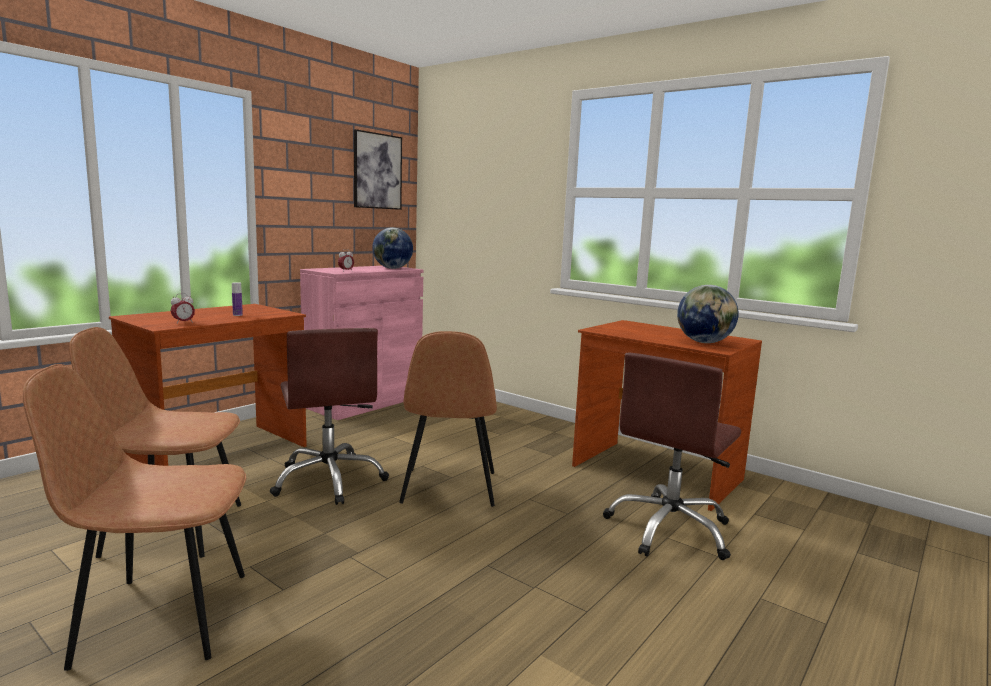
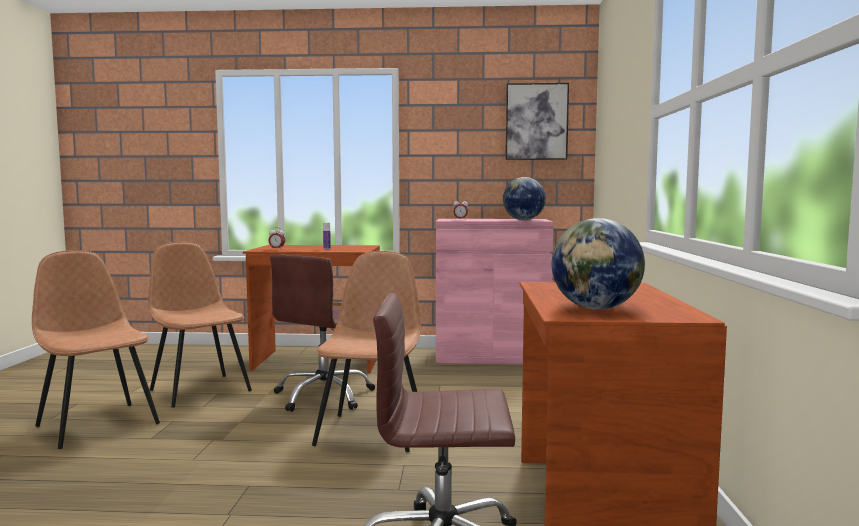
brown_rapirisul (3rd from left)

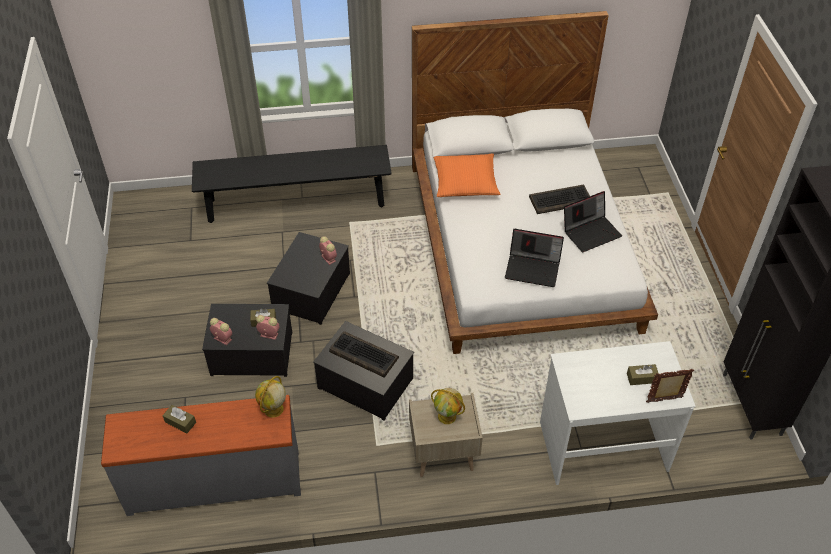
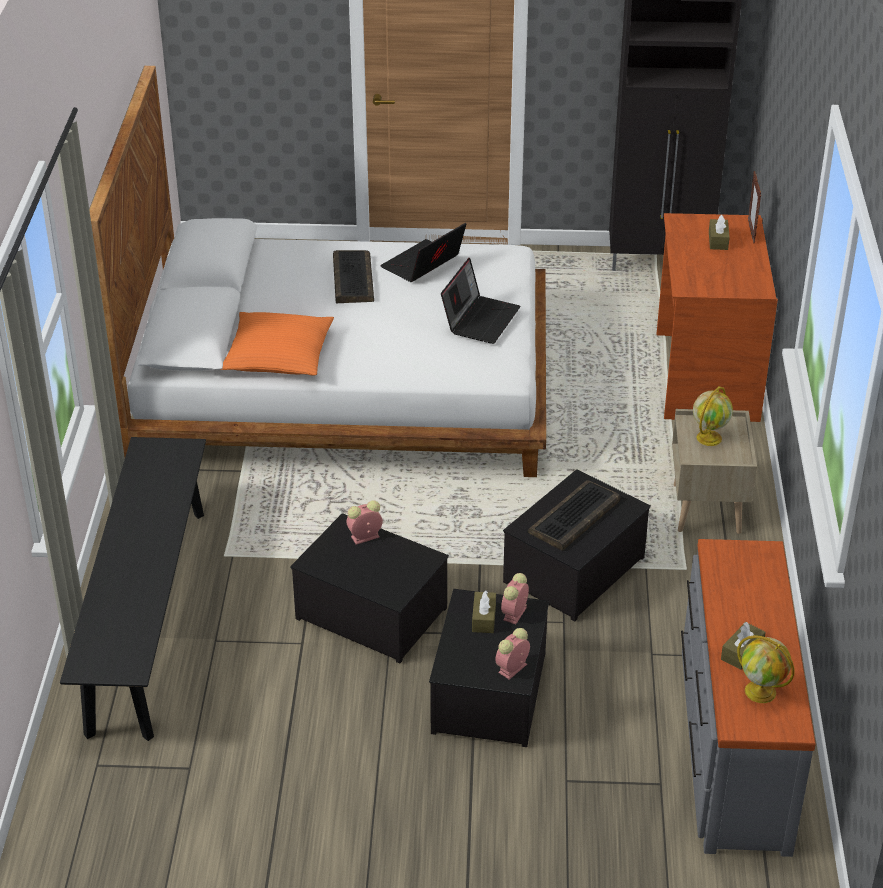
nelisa (2nd from left)
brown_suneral
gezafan (1st from left)

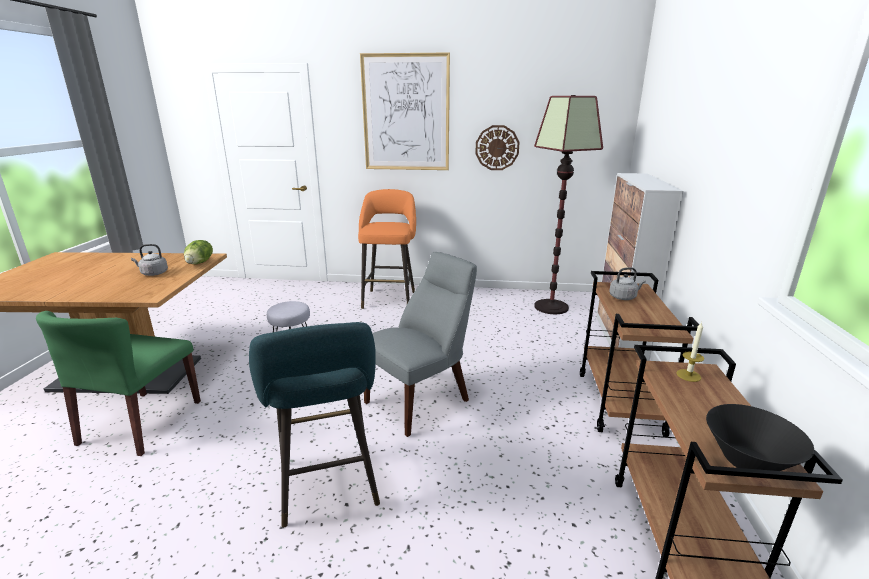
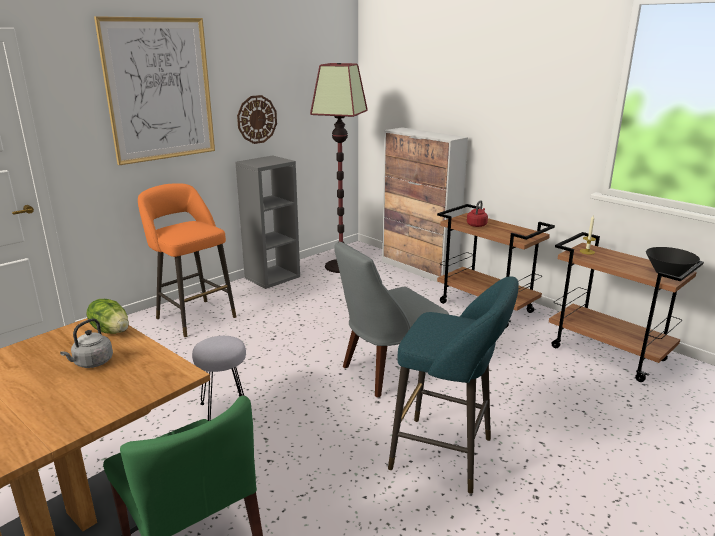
grey_rapirisul
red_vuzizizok
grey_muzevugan

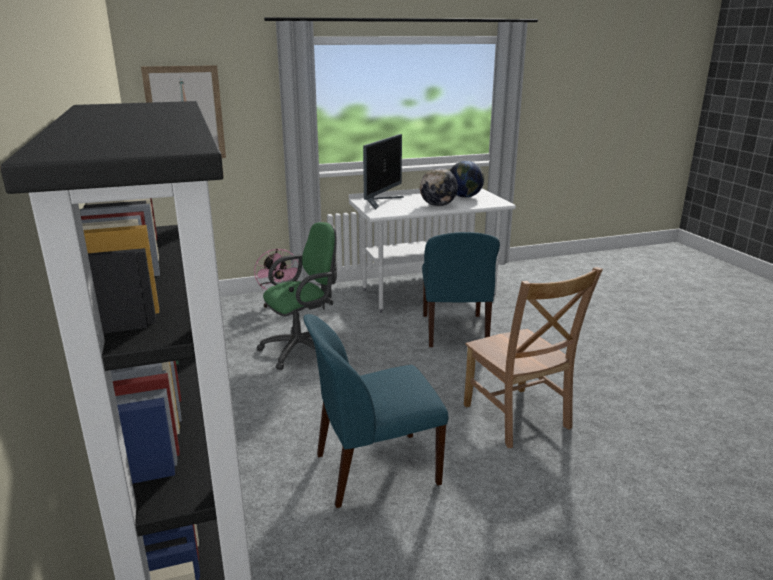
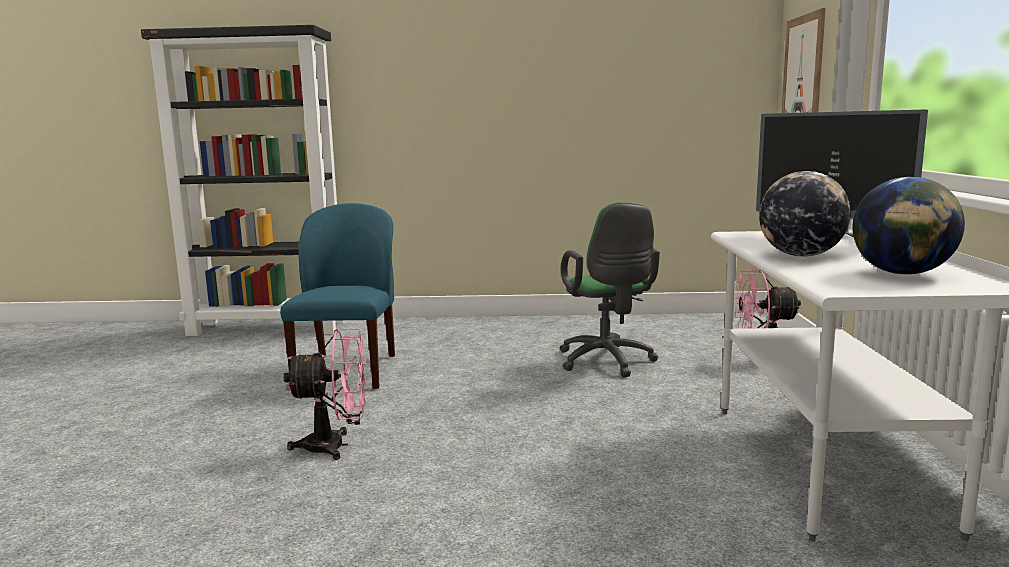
blue_rapirisul (2nd from left in the first image)
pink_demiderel (1st from left)

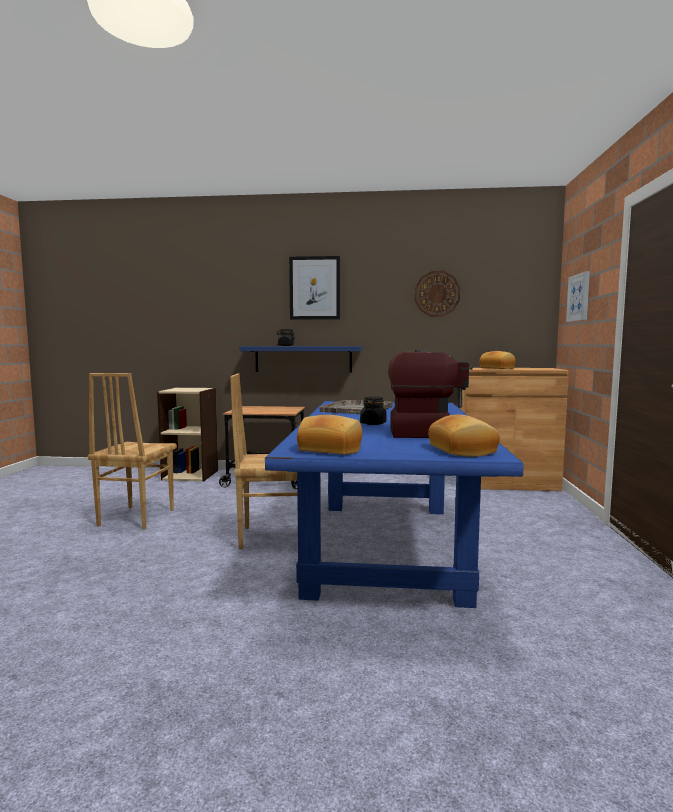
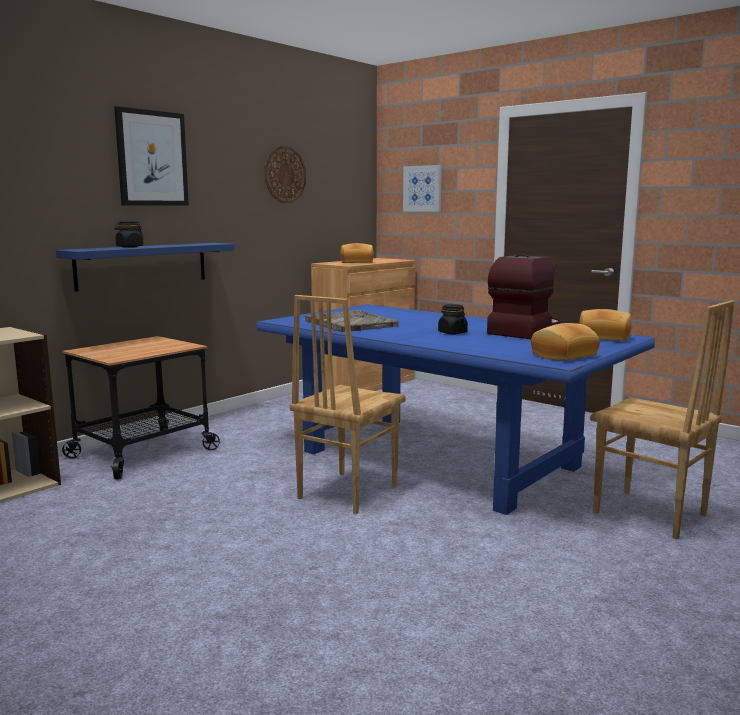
brown_rapirisul (2nd from left)

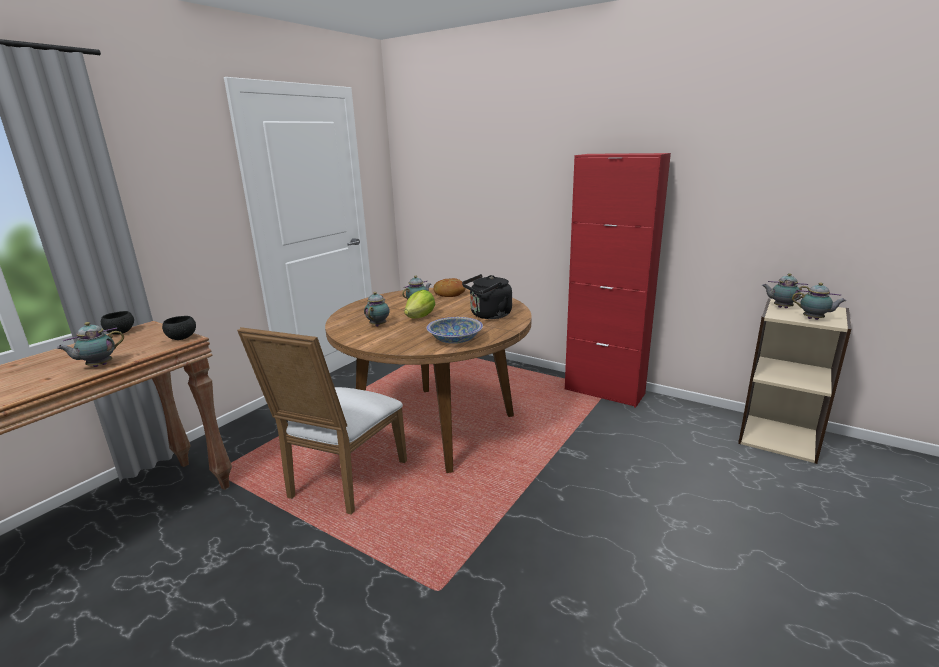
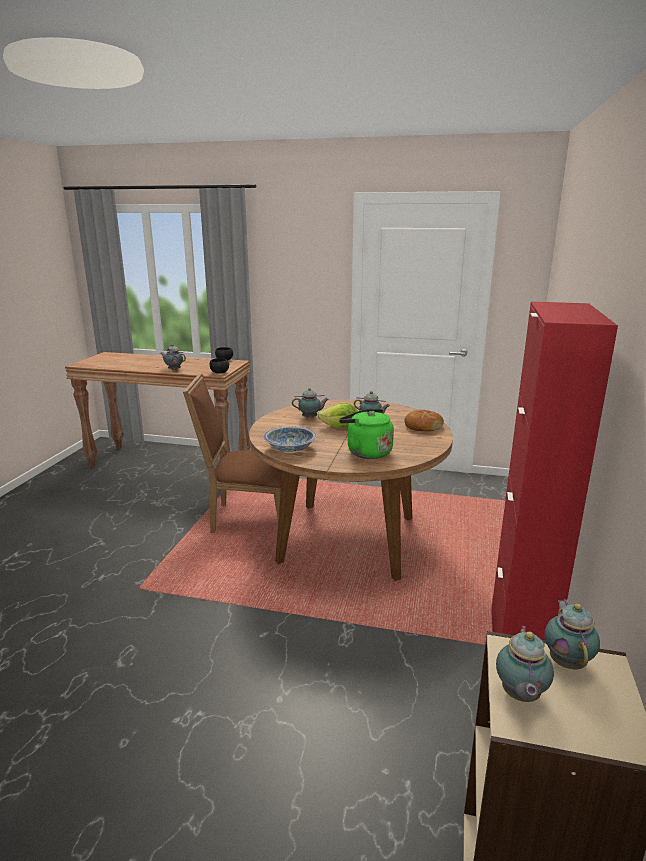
brown_rapirisul
green_vuzizizok

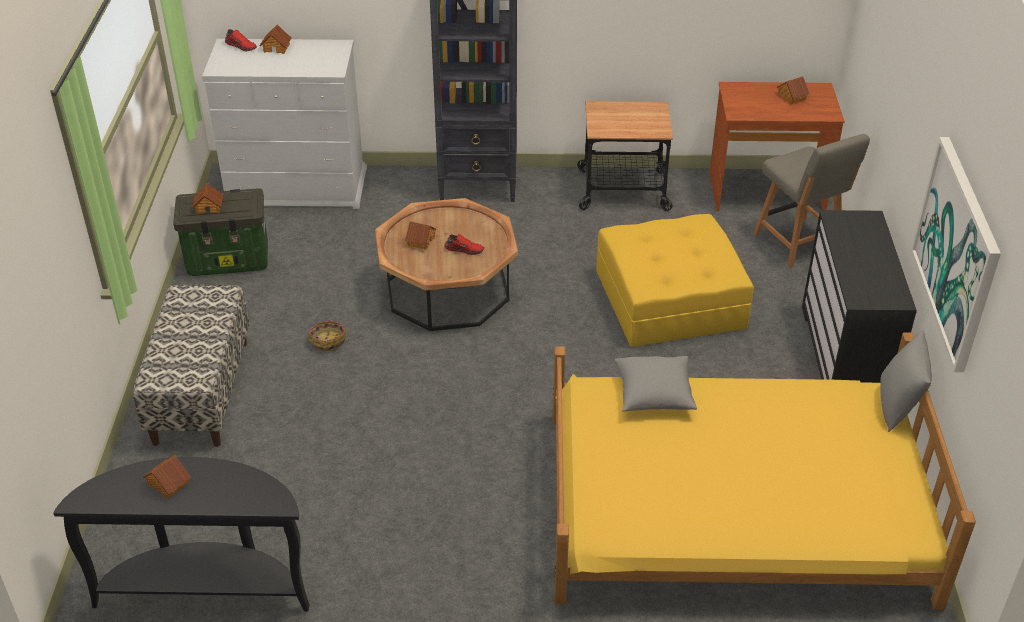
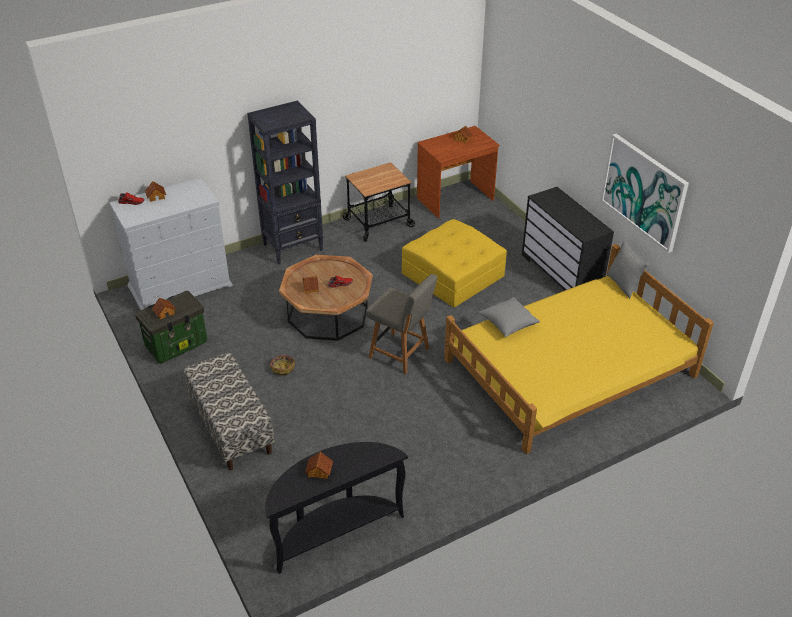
grey_rapirisul

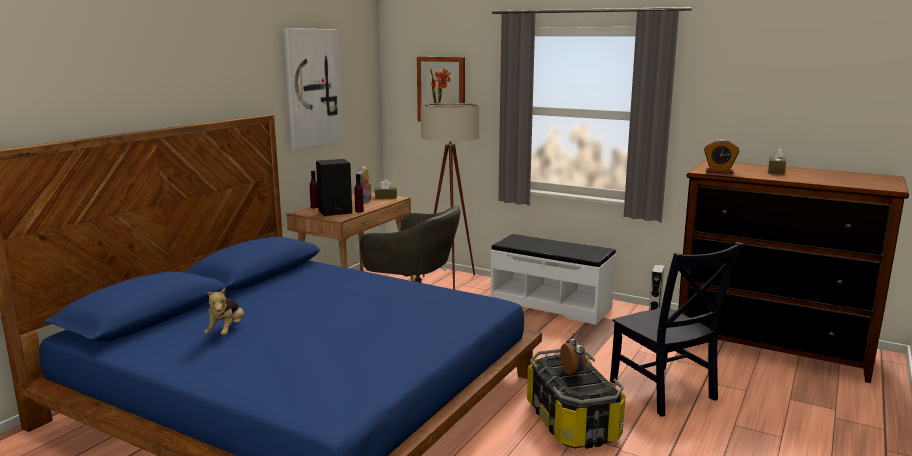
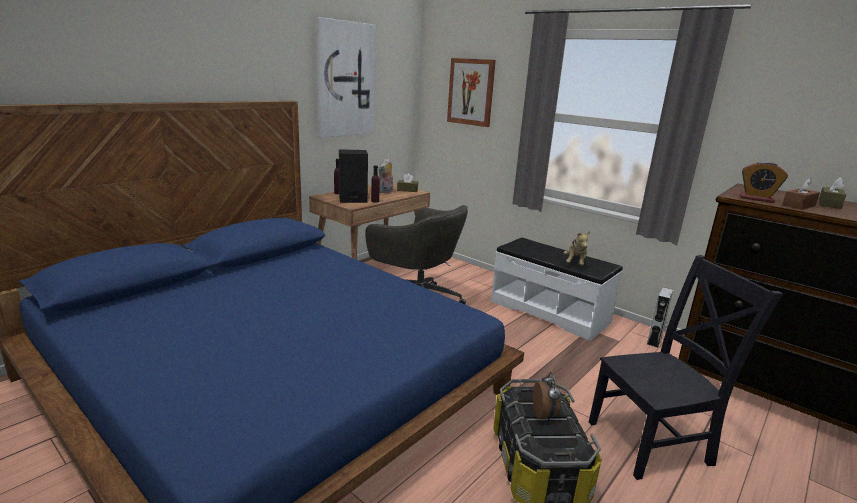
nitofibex (2nd from left)
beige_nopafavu
black_rapirisul
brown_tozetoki (2nd from left)

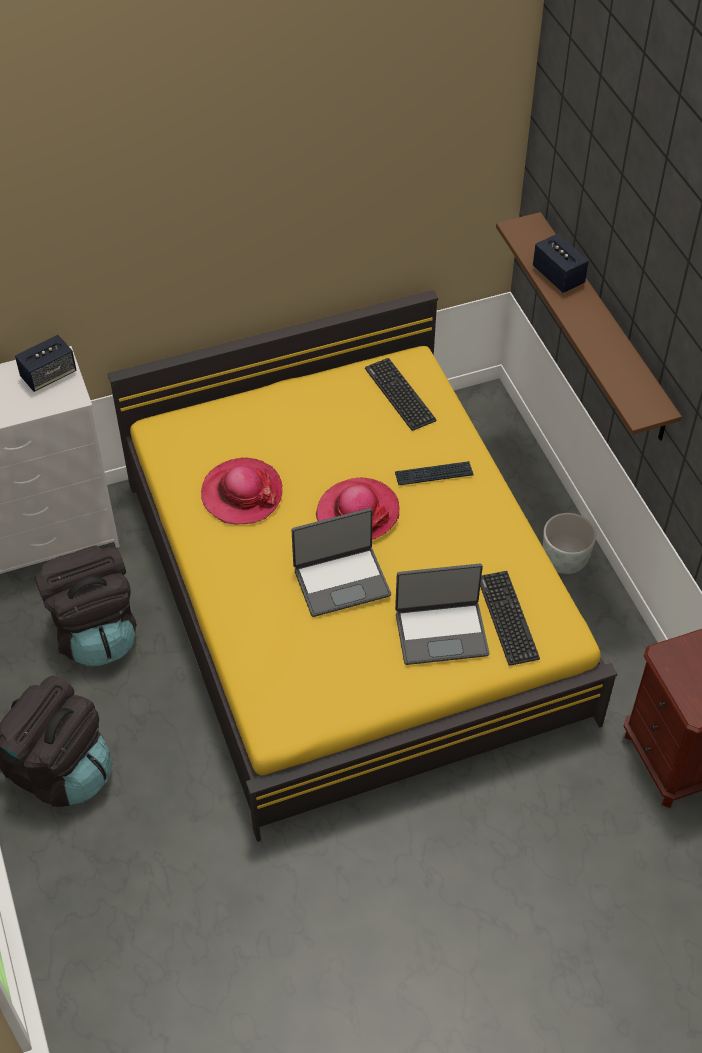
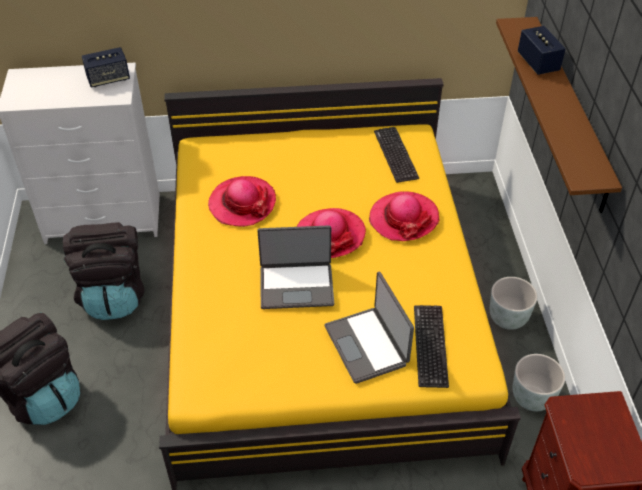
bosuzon (3rd from left)
gezafan (2nd from left)
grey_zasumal (2nd from left)

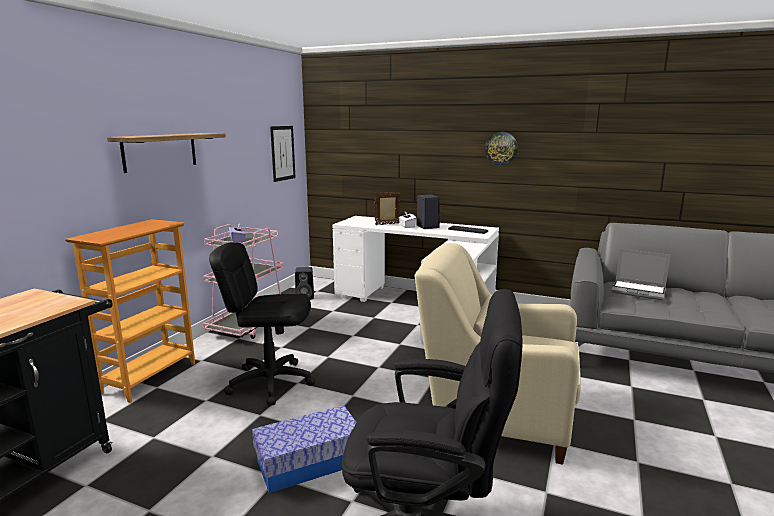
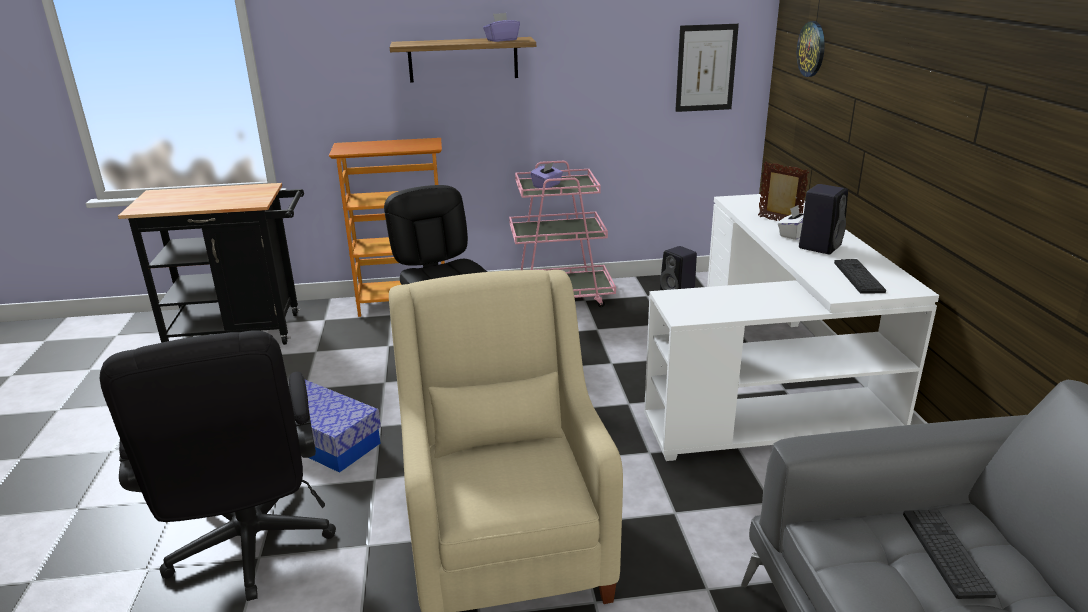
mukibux
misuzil (2nd from left)
purple_tozetoki (1st from left)

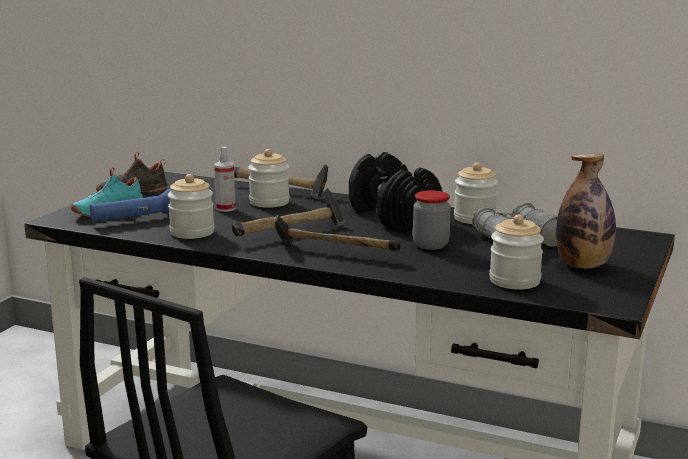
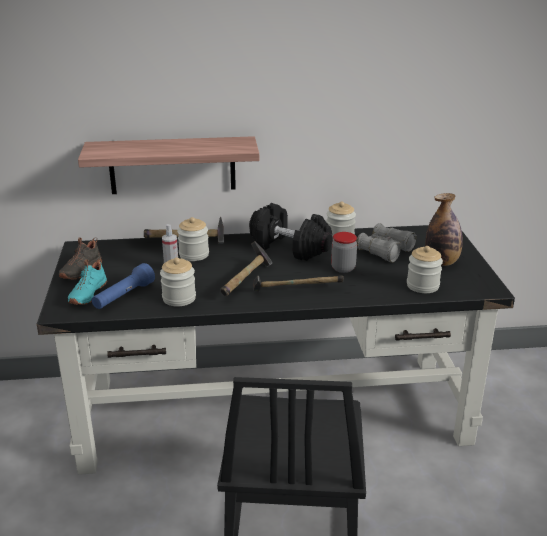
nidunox

